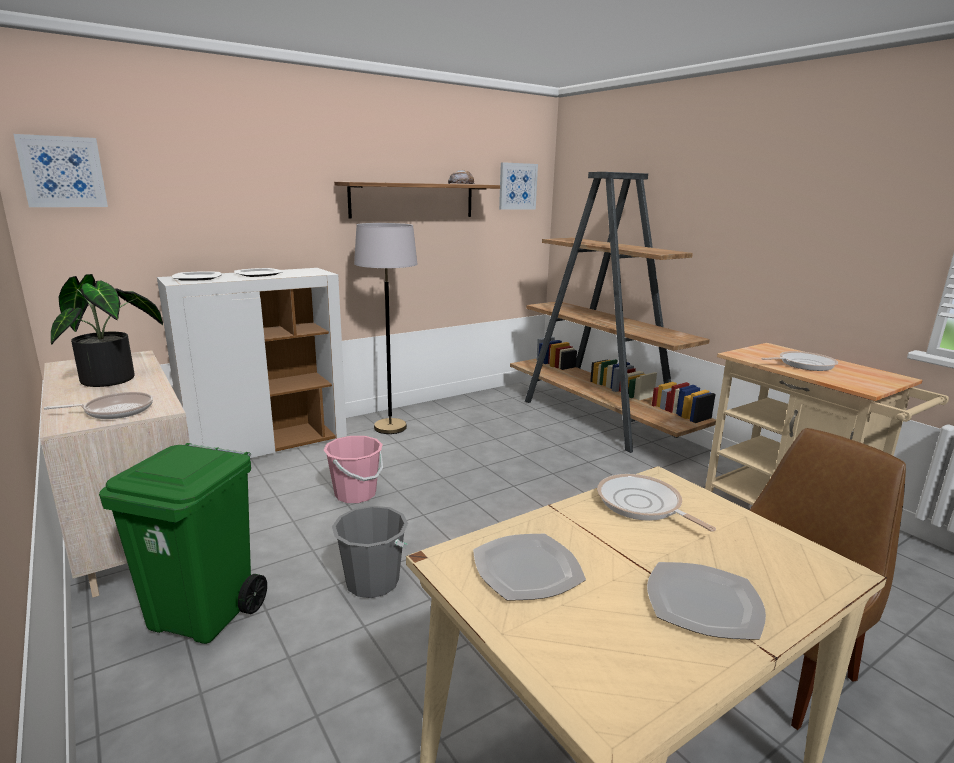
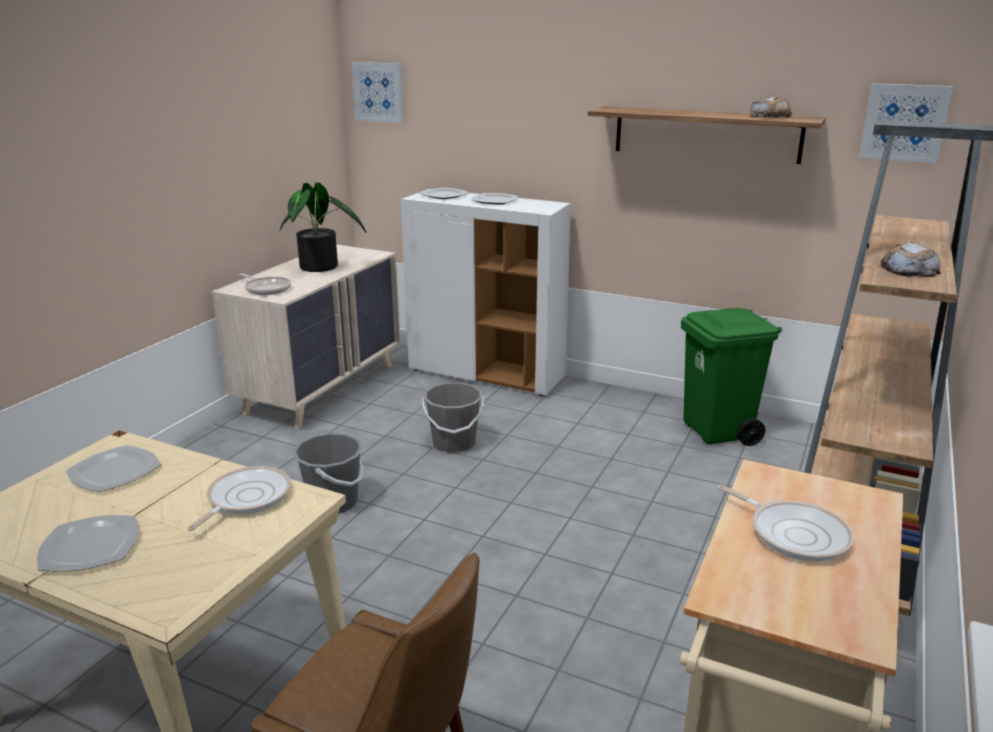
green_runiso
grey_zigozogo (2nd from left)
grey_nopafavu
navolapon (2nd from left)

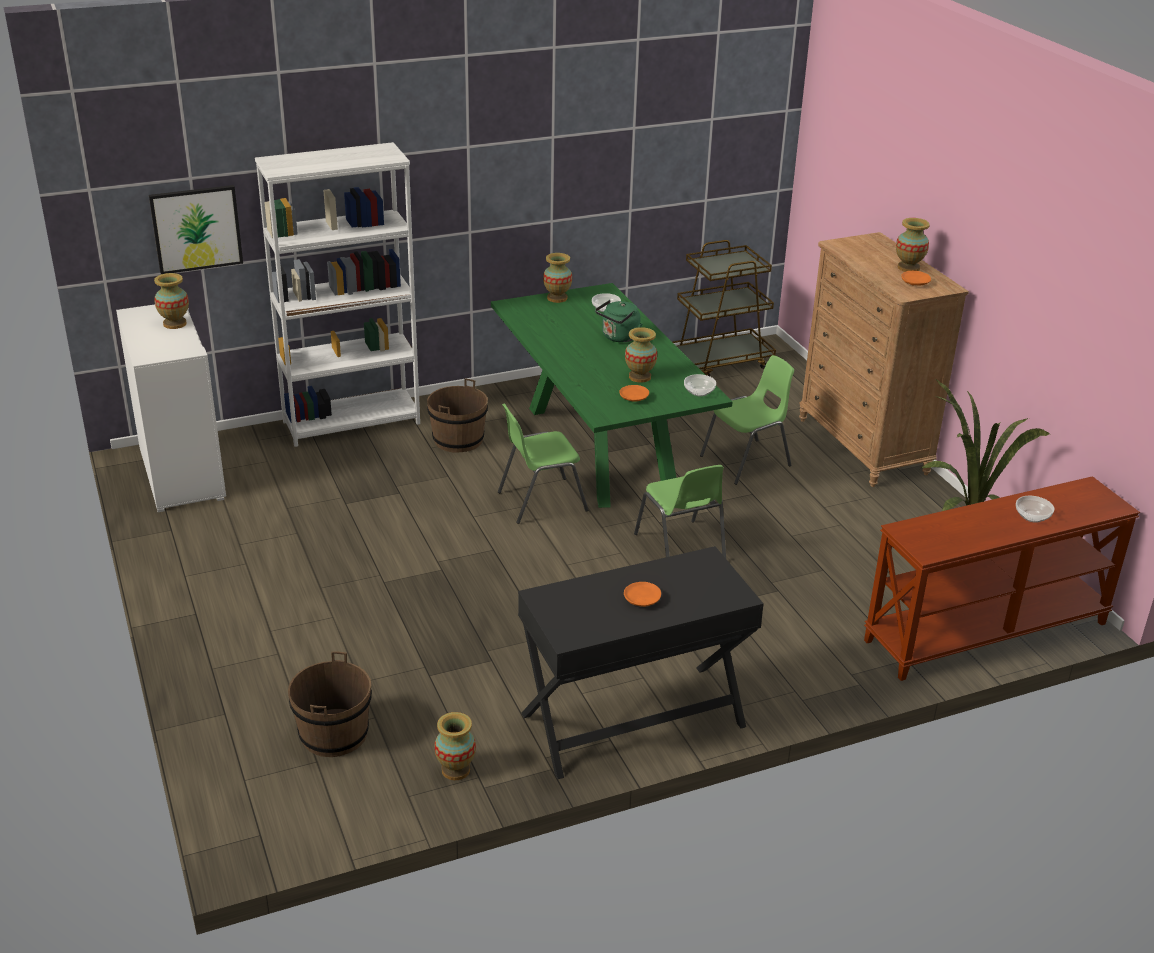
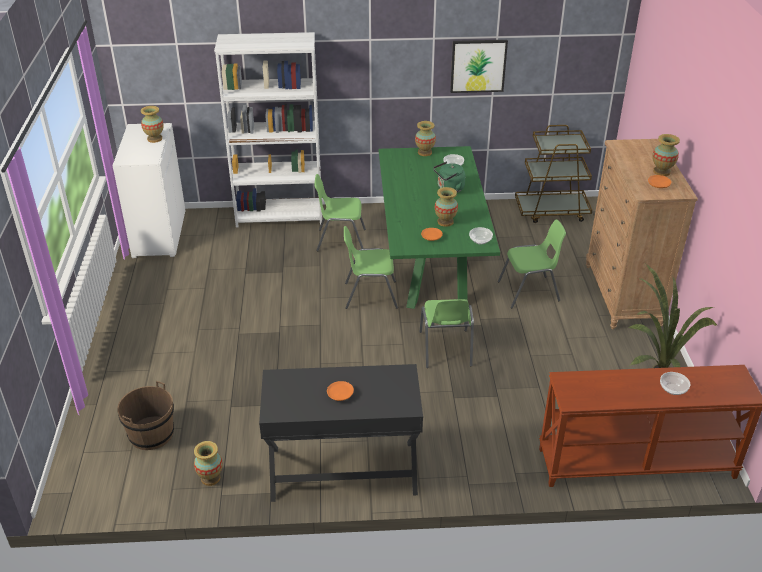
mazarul
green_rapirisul (1st from left)

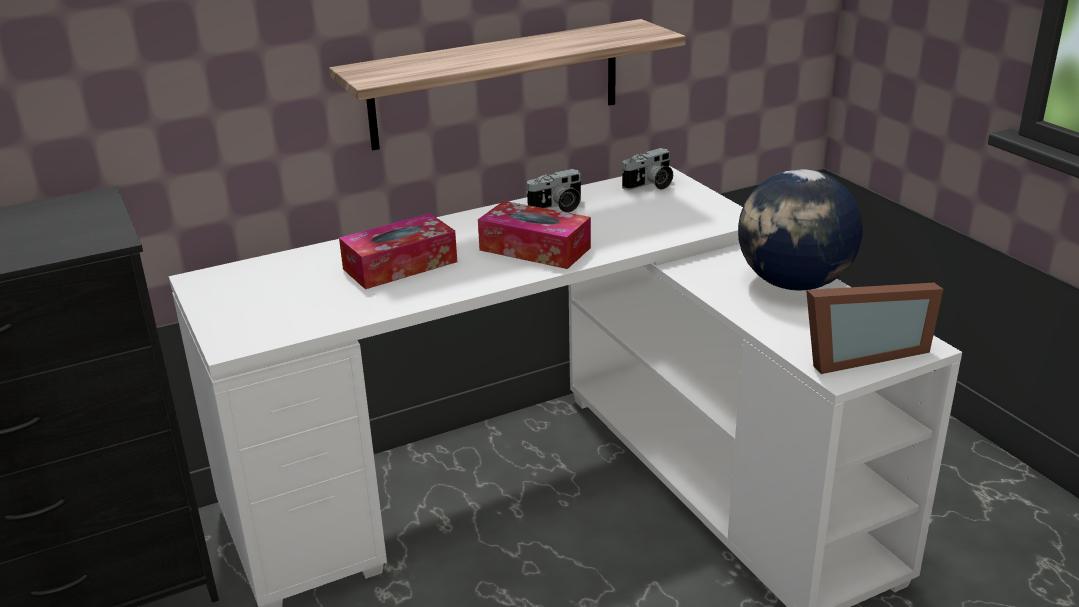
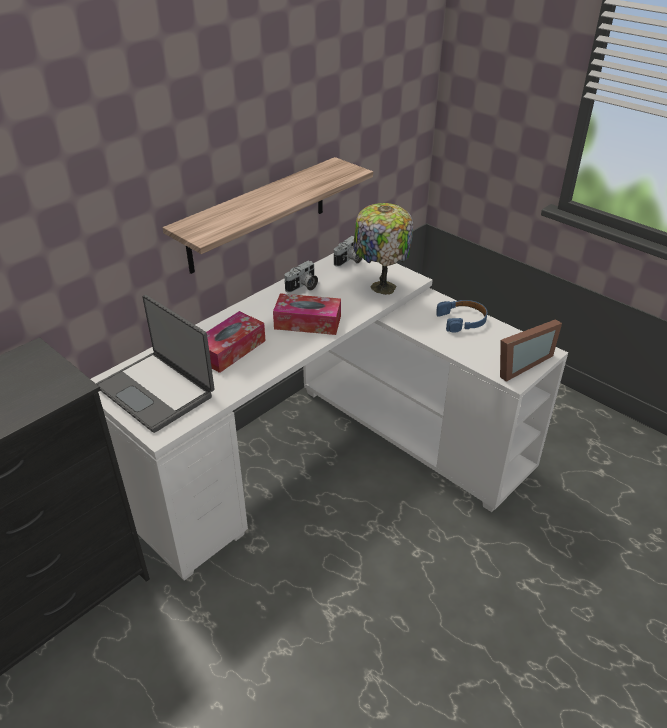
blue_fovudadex
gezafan
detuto

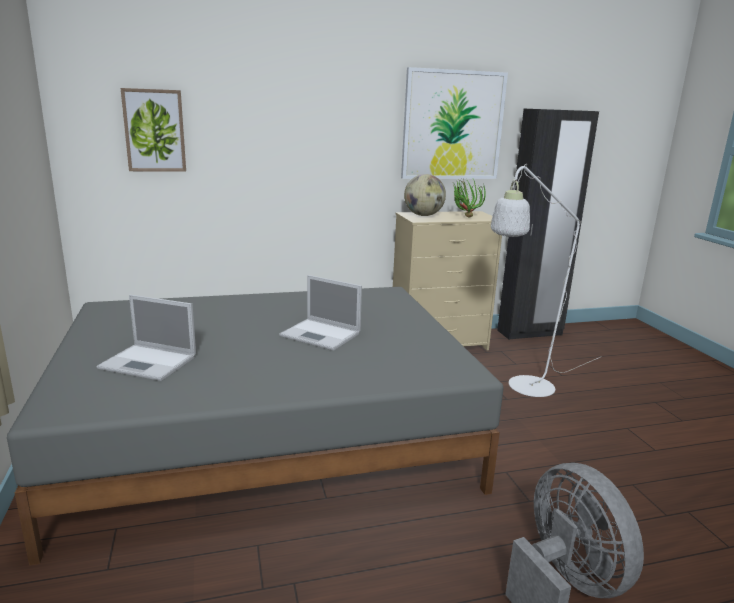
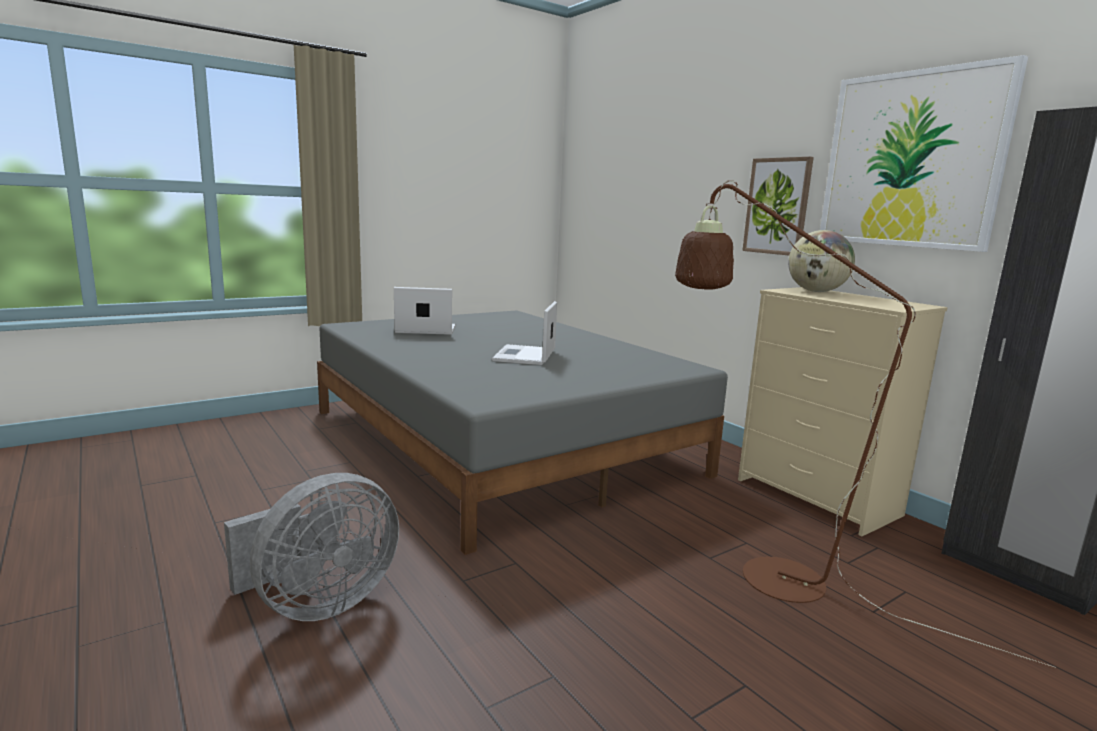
gezafan (1st from left)
mazarul (1st from left)
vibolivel
brown_nopafavu

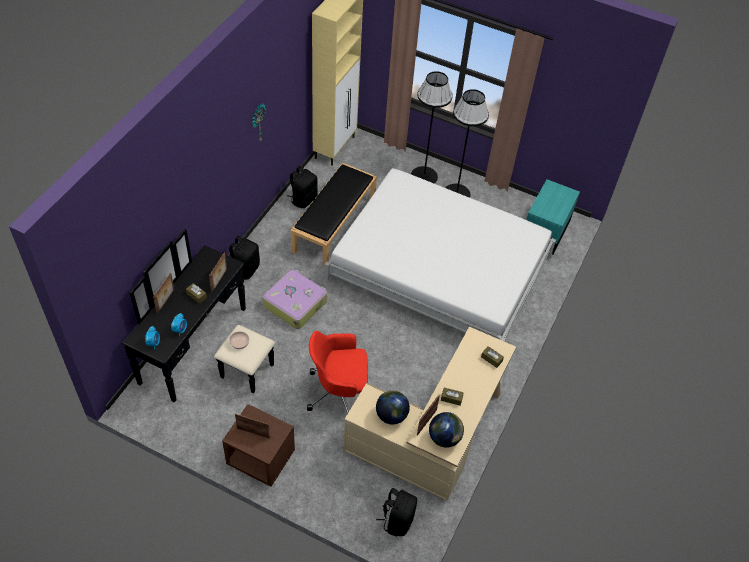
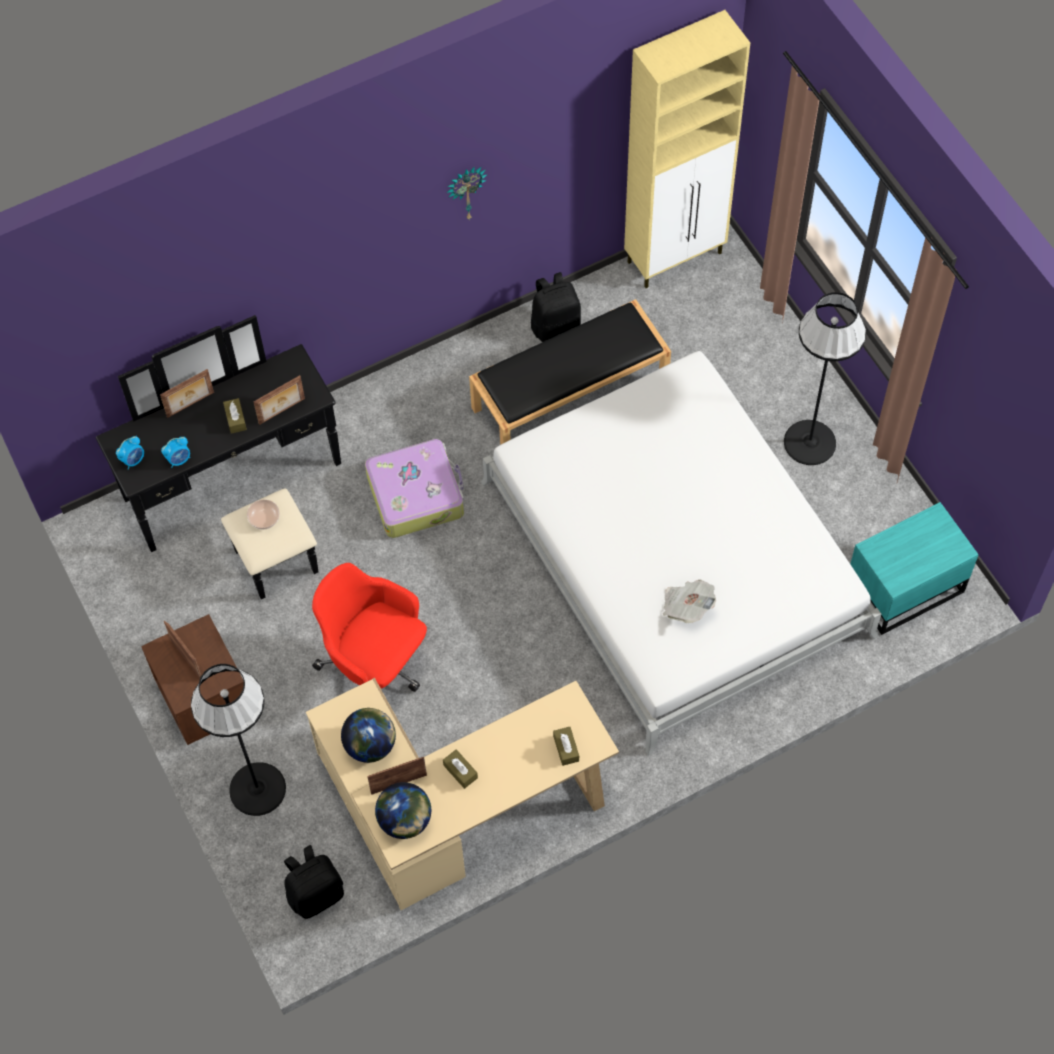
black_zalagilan (1st from left in the first image)
black_nopafavu (1st from left)
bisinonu

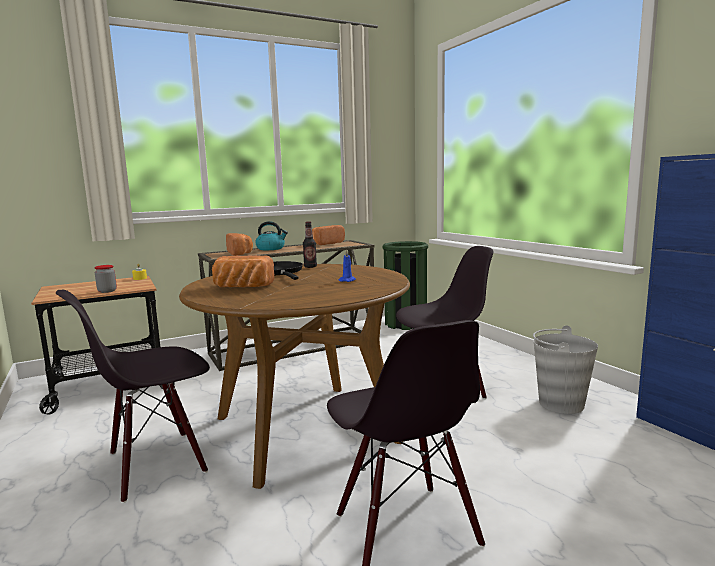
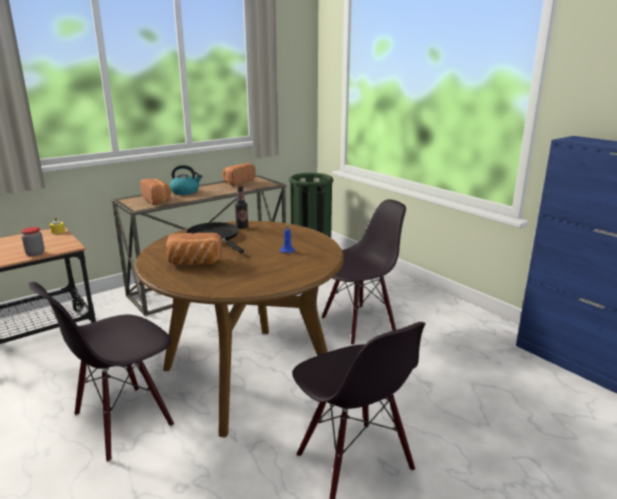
grey_zigozogo

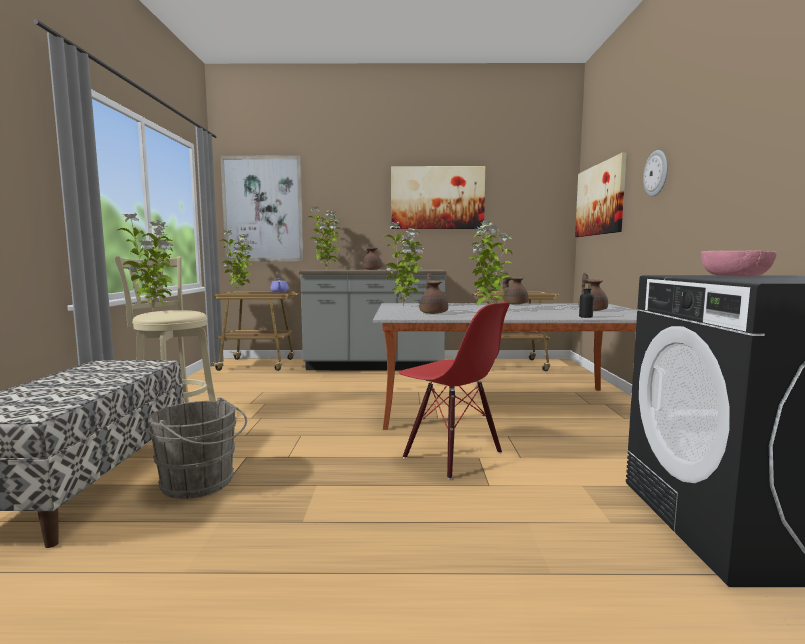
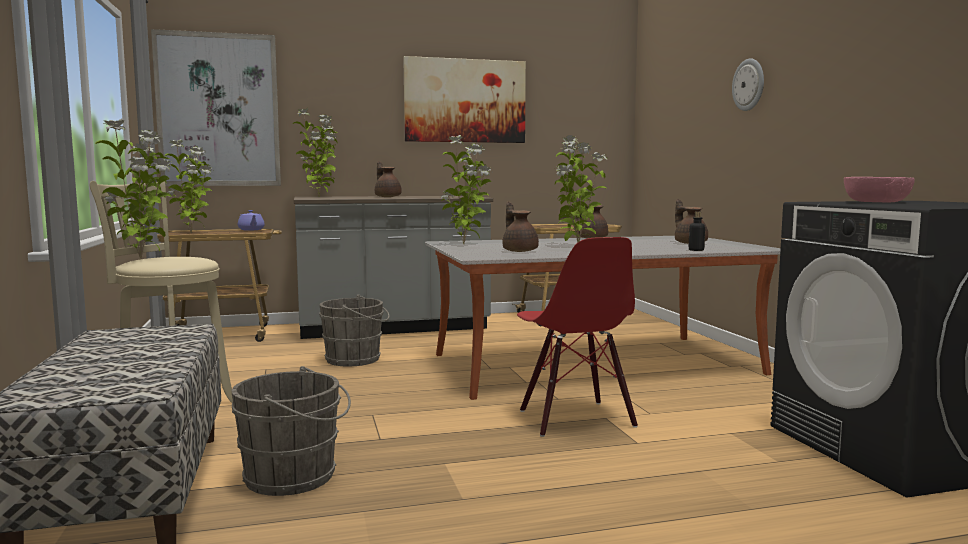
red_rapirisul
mazarul (3rd from left in the first image)
grey_zigozogo (2nd from left)

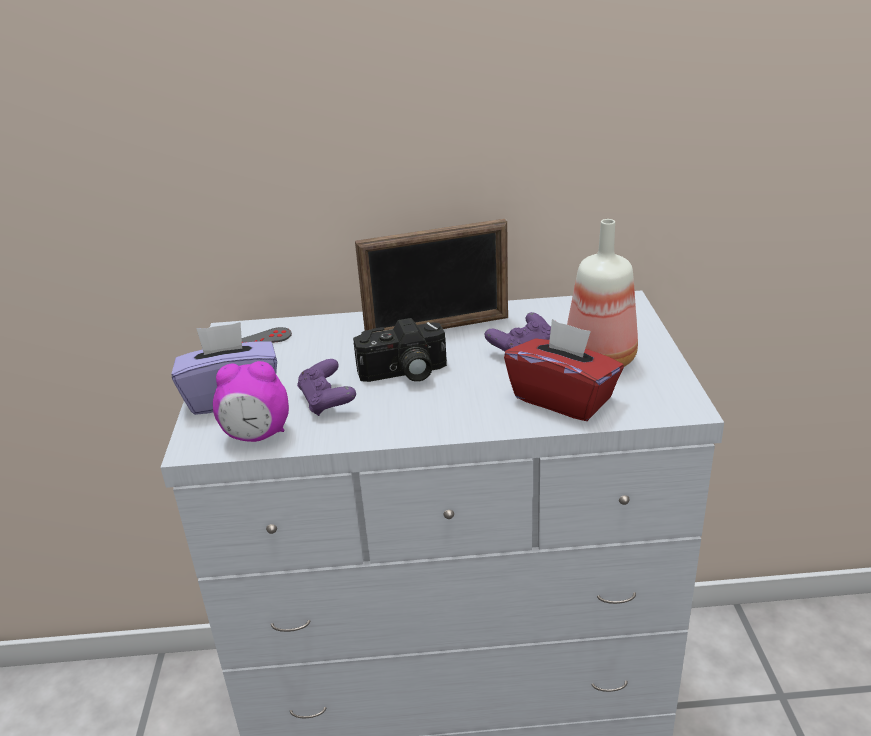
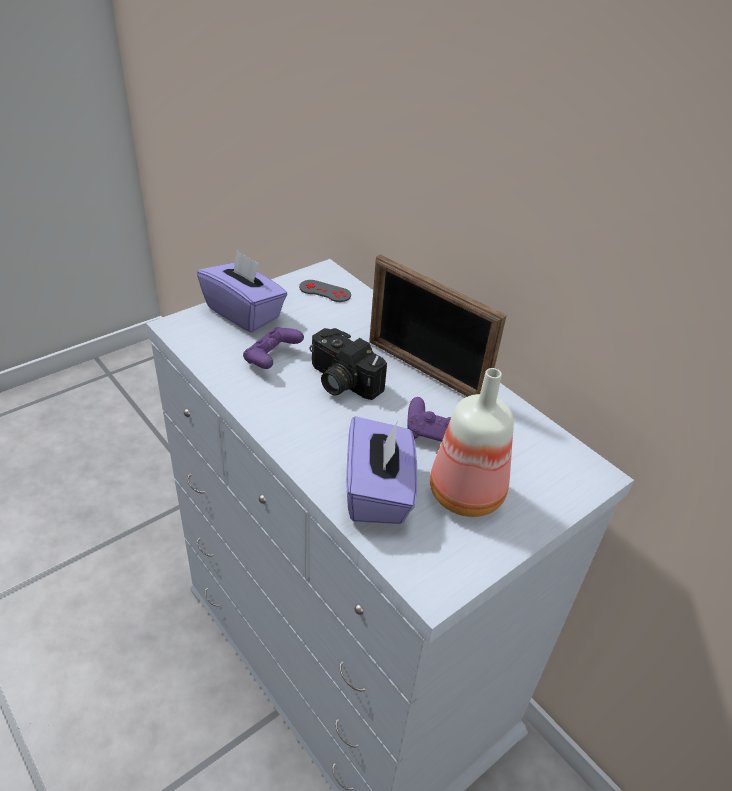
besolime
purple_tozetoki (2nd from left)

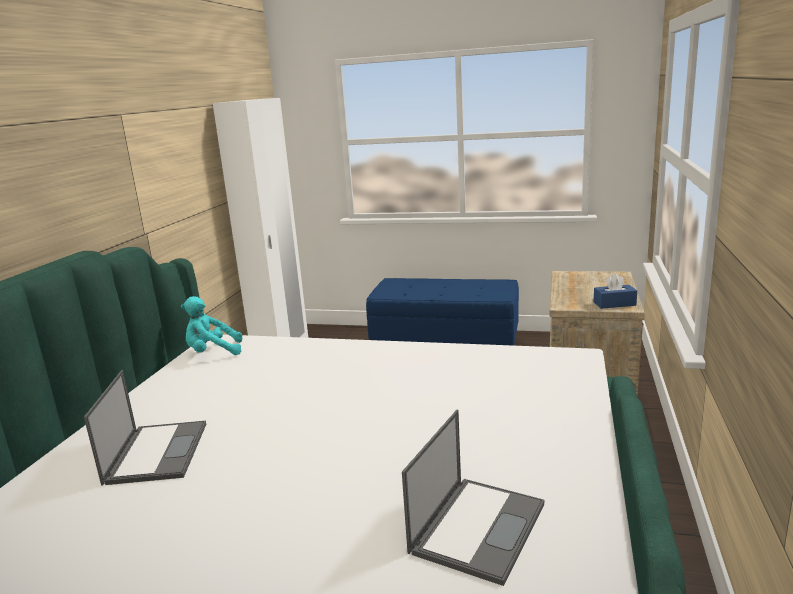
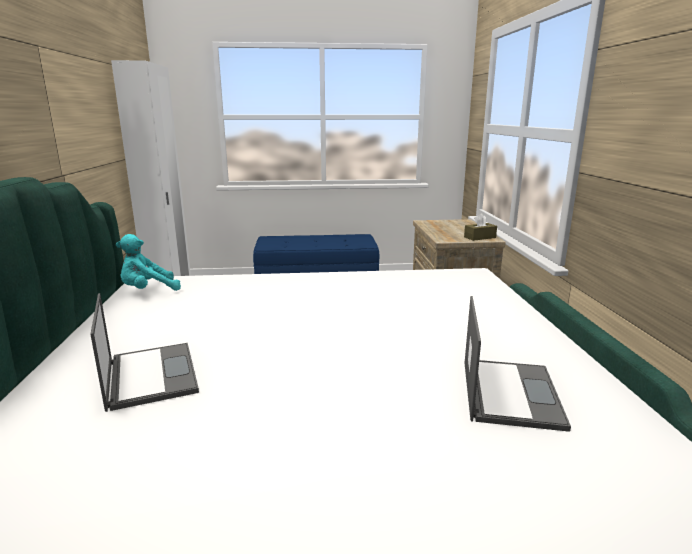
brown_tozetoki

